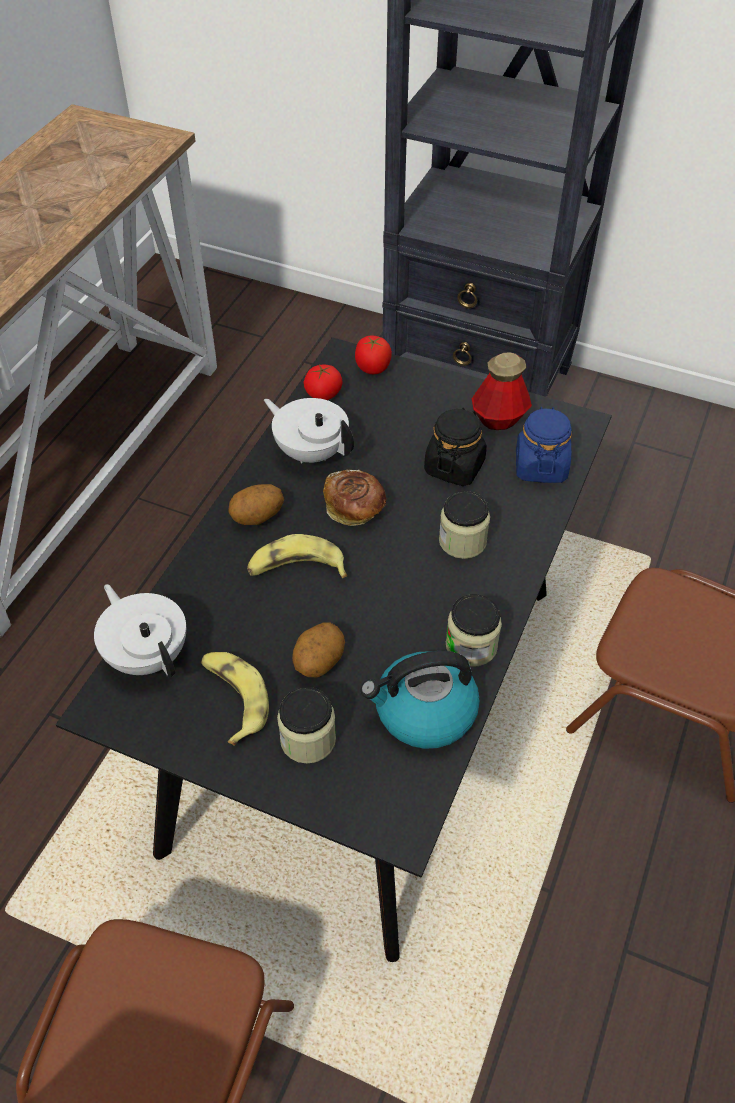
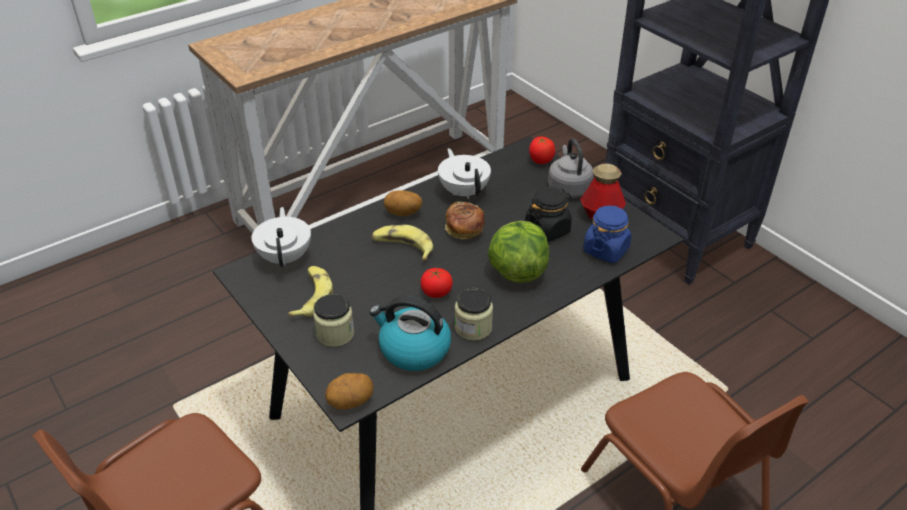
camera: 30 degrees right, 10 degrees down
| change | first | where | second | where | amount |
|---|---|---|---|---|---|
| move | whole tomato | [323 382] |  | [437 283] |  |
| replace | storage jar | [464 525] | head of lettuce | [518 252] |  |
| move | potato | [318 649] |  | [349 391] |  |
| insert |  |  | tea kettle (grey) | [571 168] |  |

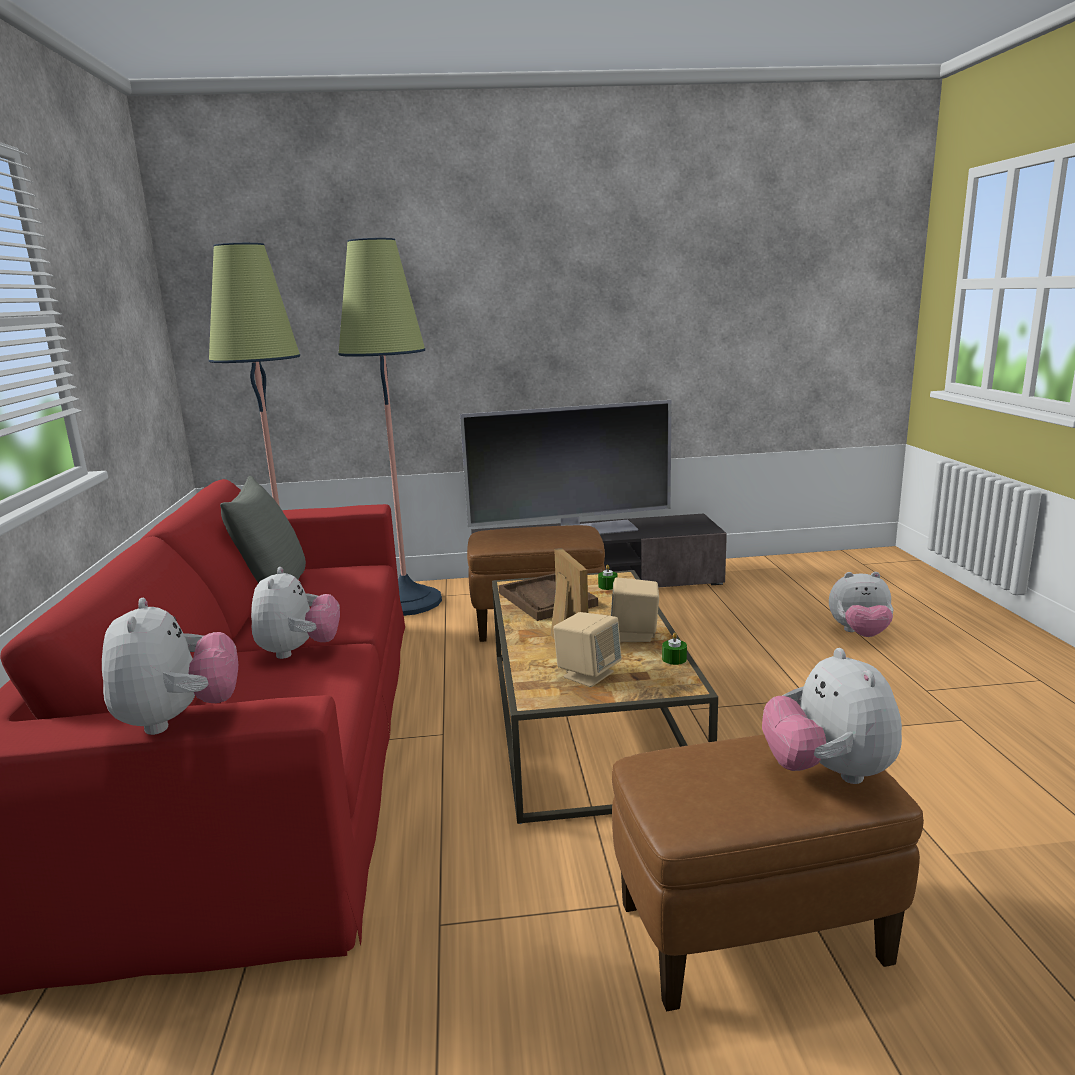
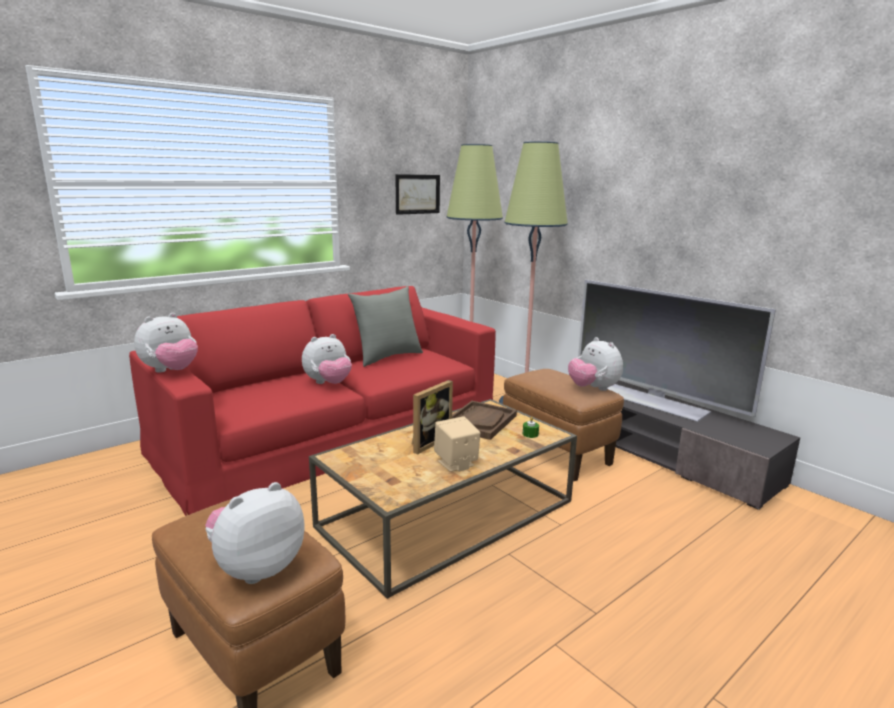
camera: 55 degrees right, 0 degrees up
| change | first | where | second | where | amount |
|---|---|---|---|---|---|
| move | cuddly toy | [861 604] |  | [595 364] |  |
| delete | speaker (beige-coloured) | [587 649] |  |  |  |
| delete | candle (green) | [674 649] |  |  |  |
| insert |  |  | wall picture | [417 194] |  |

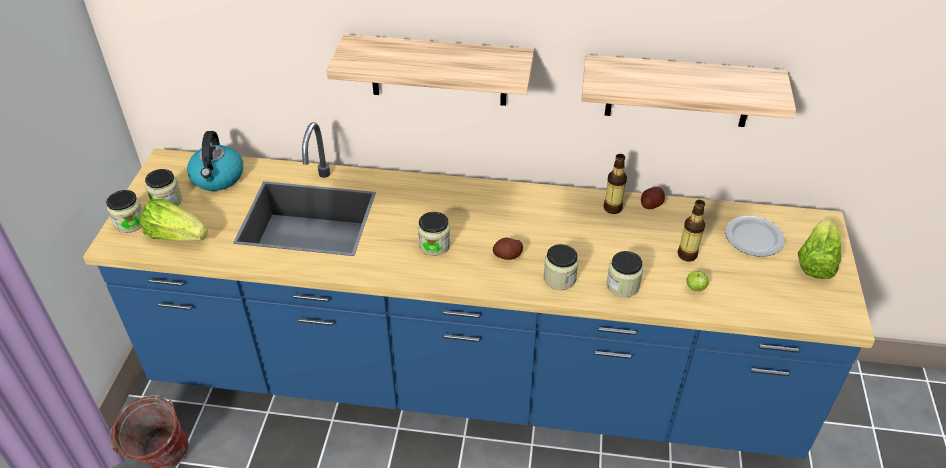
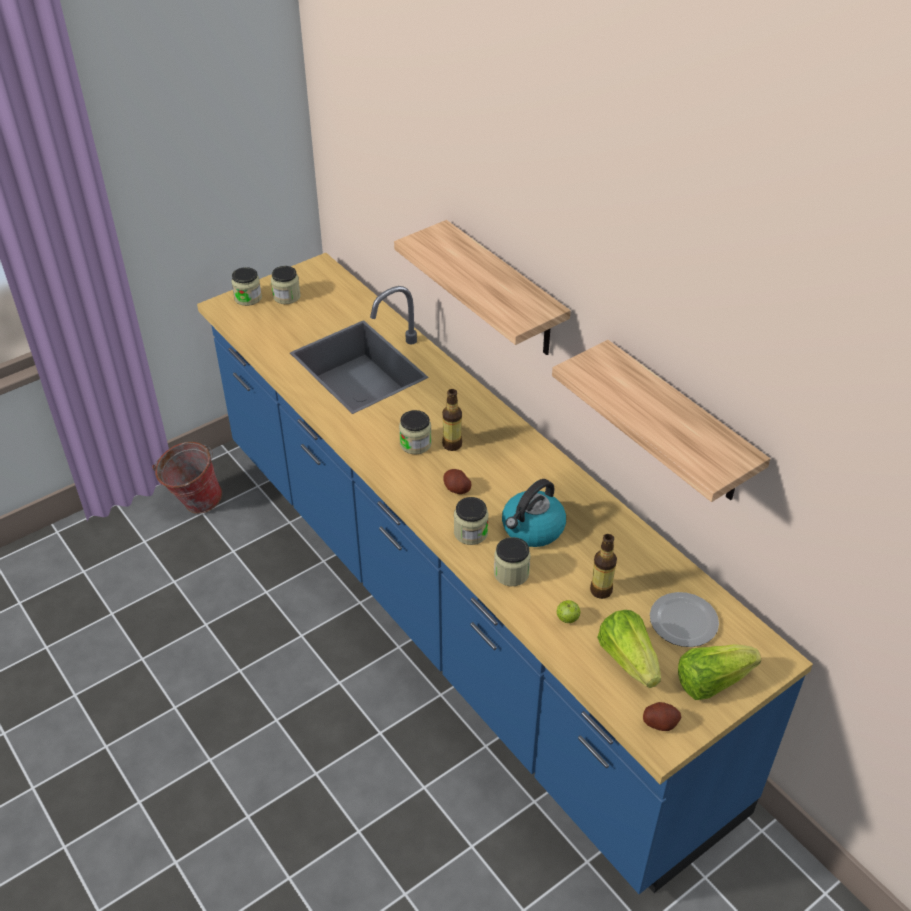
camera: 45 degrees right, 0 degrees up
| change | first | where | second | where | amount |
|---|---|---|---|---|---|
| move | tea kettle | [215 161] |  | [534 513] |  |
| move | bottle | [615 184] |  | [452 420] |  |
| move | potato | [653 198] |  | [662 716] |  |
| move | head of lettuce | [174 220] |  | [629 649] |  |

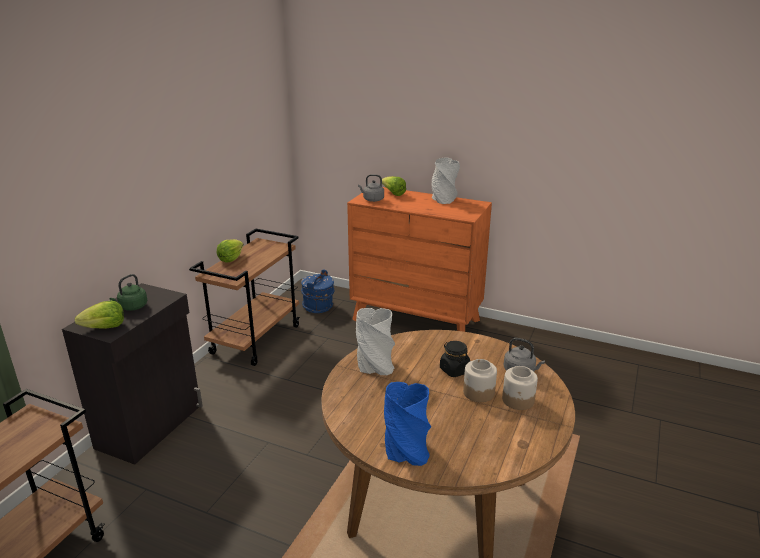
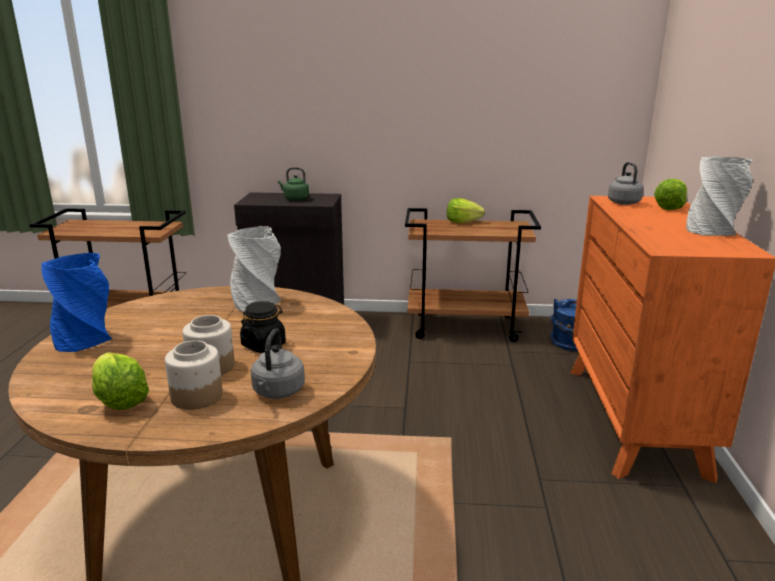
camera: 70 degrees right, 5 degrees down
| change | first | where | second | where | amount |
|---|---|---|---|---|---|
| move | head of lettuce | [99 315] |  | [120 381] |  |

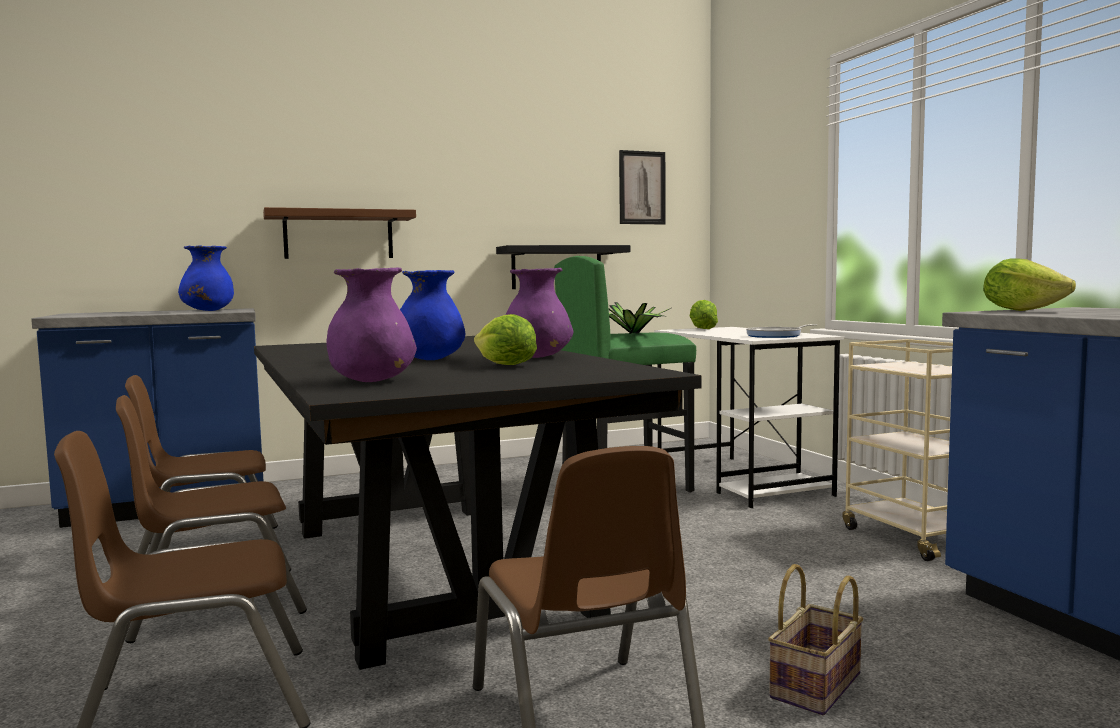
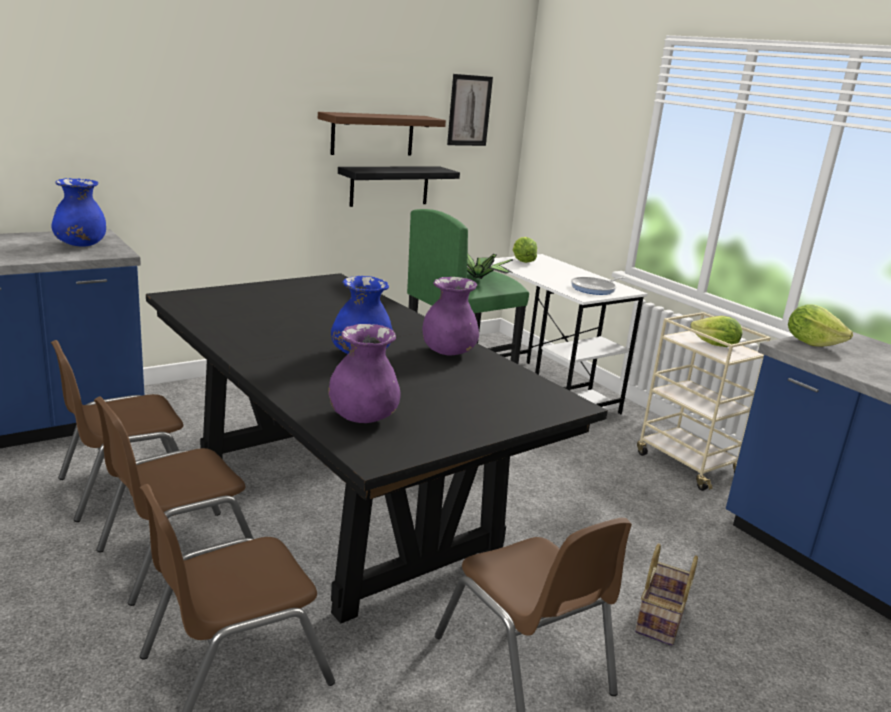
camera: 15 degrees left, 15 degrees up
| change | first | where | second | where | amount |
|---|---|---|---|---|---|
| move | bracket shelf (brown) | [339 233] |  | [382 133] |  |
| move | head of lettuce | [505 339] |  | [716 331] |  |

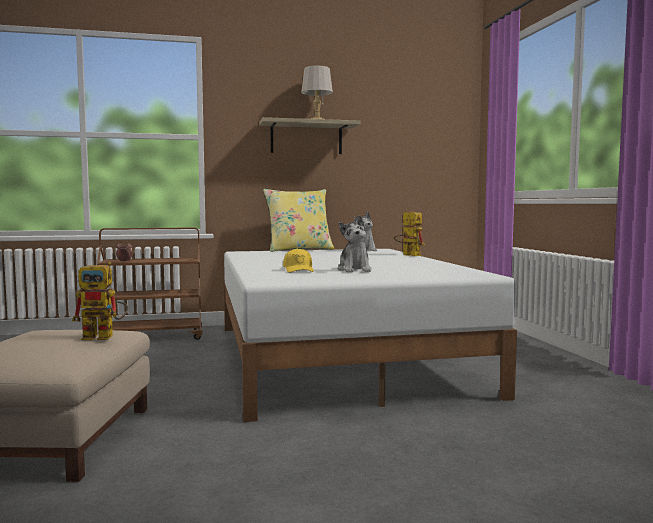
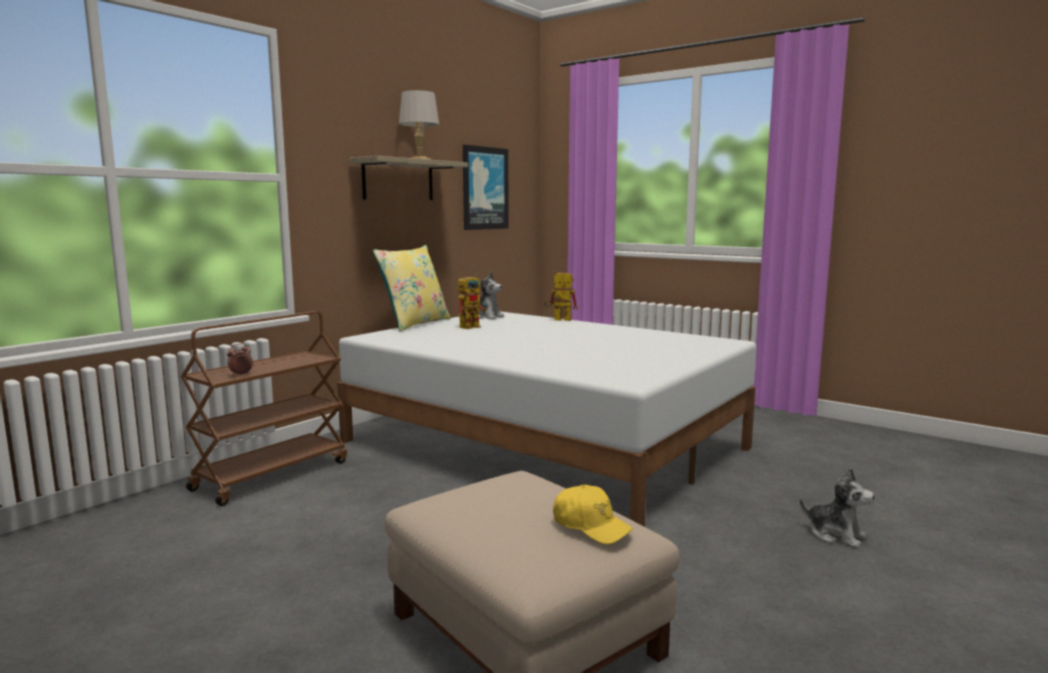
camera: 40 degrees left, 5 degrees up
| change | first | where | second | where | amount |
|---|---|---|---|---|---|
| move | cuddly toy | [354 243] |  | [836 508] |  |
| move | peaked cap (yellow) | [298 260] |  | [593 514] |  |
| move | model robot | [100 301] |  | [472 301] |  |
| insert |  |  | wall picture | [486 187] |  |

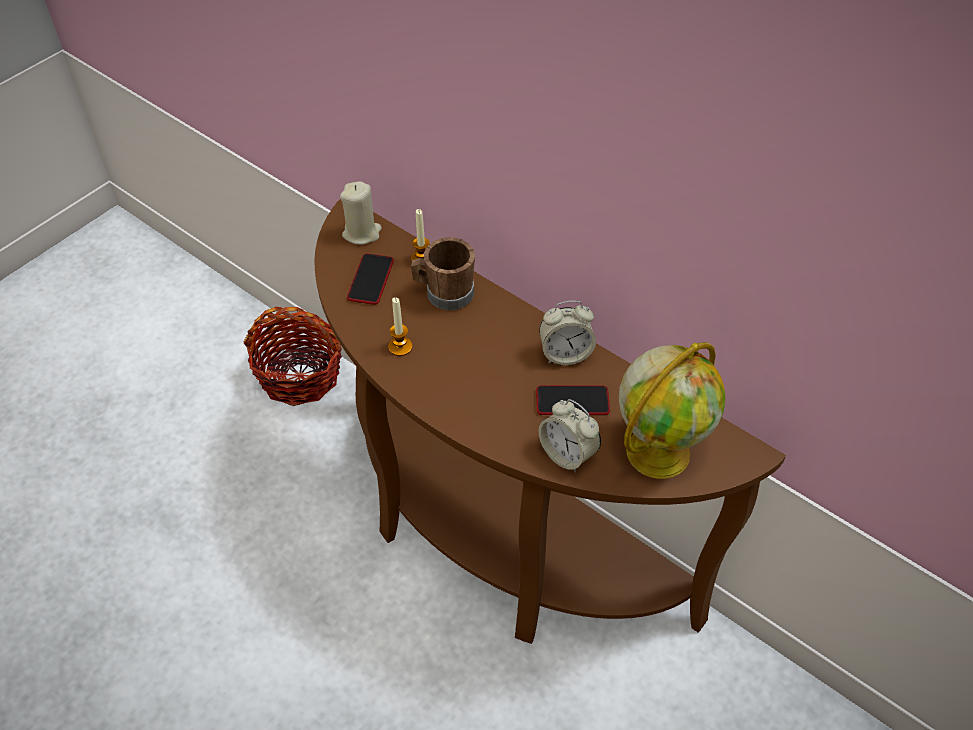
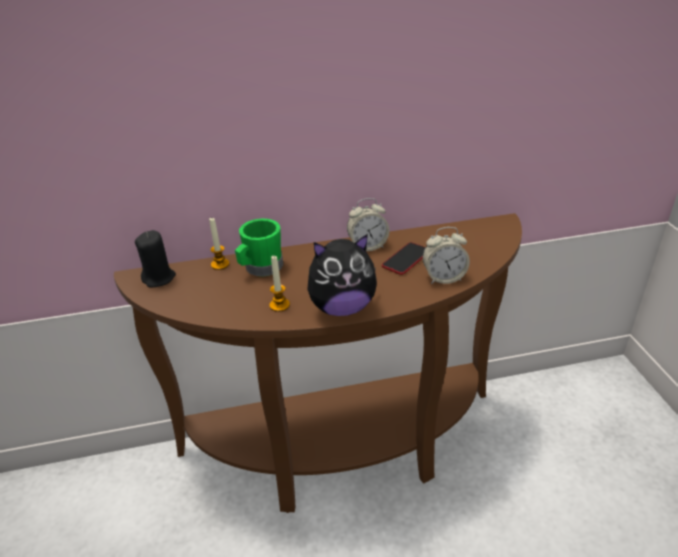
camera: 50 degrees left, 15 degrees down
| change | first | where | second | where | amount |
|---|---|---|---|---|---|
| recolor | candle (beige-coloured) | [361 213] | candle (black) | [155 258] |  |
| recolor | tea mug (brown) | [443 273] | tea mug (green) | [259 247] |  |
| delete | telephone | [370 279] |  |  |  |
| rotate | alarm clock | [567 333] |  | [368 224] | 45 degrees clockwise |
| delete | basket | [293 356] |  |  |  |
| delete | globe | [672 410] |  |  |  |
| insert |  |  | cuddly toy | [342 275] |  |

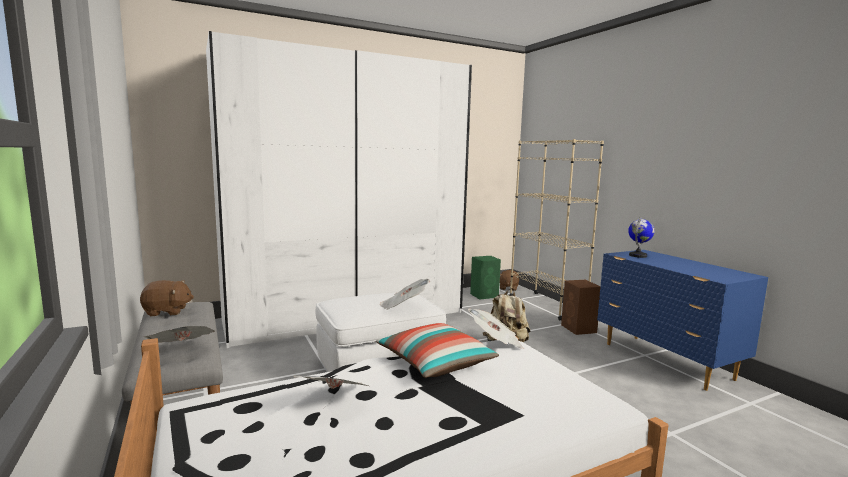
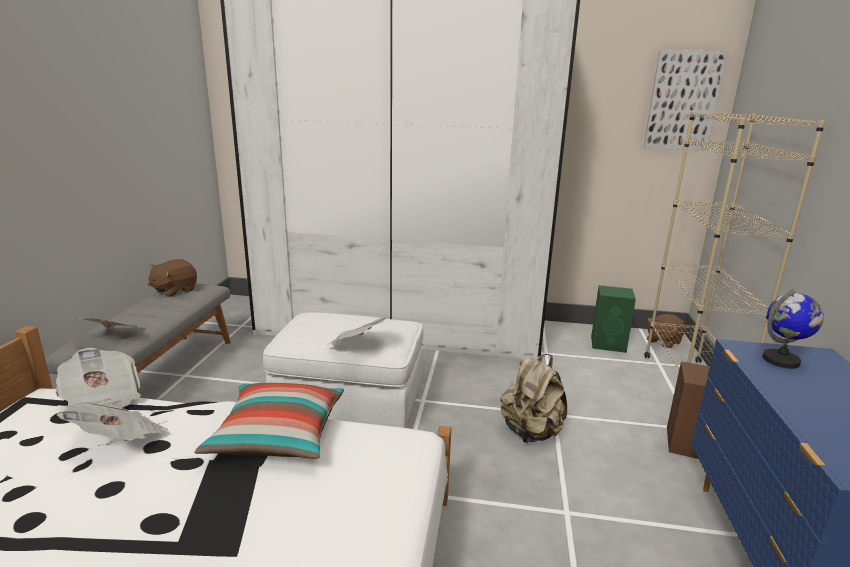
camera: 35 degrees right, 10 degrees up
| change | first | where | second | where | amount |
|---|---|---|---|---|---|
| rotate | cuddly toy (brown) | [167 298] |  | [172 278] | 105 degrees clockwise |
| move | daily paper | [496 328] |  | [98 377] |  |
| insert |  |  | wall picture | [686 100] |  |

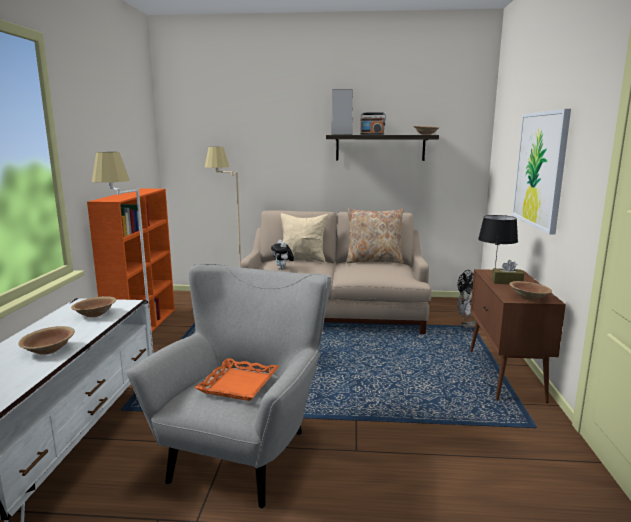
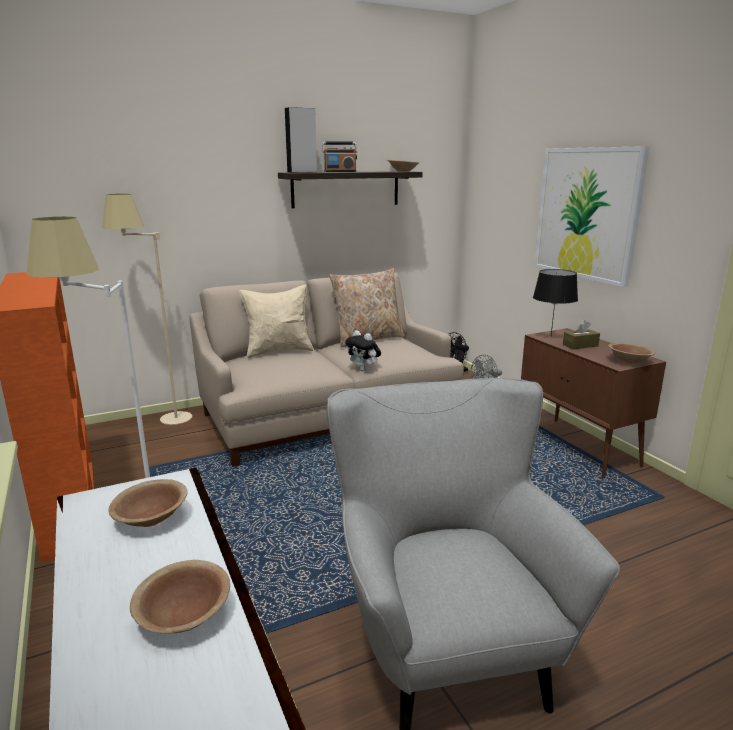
camera: 30 degrees left, 5 degrees up
| change | first | where | second | where | amount |
|---|---|---|---|---|---|
| move | cuddly toy | [282 255] |  | [363 350] |  |
| delete | carrying tray (orange-coloured) | [237 379] |  |  |  |

